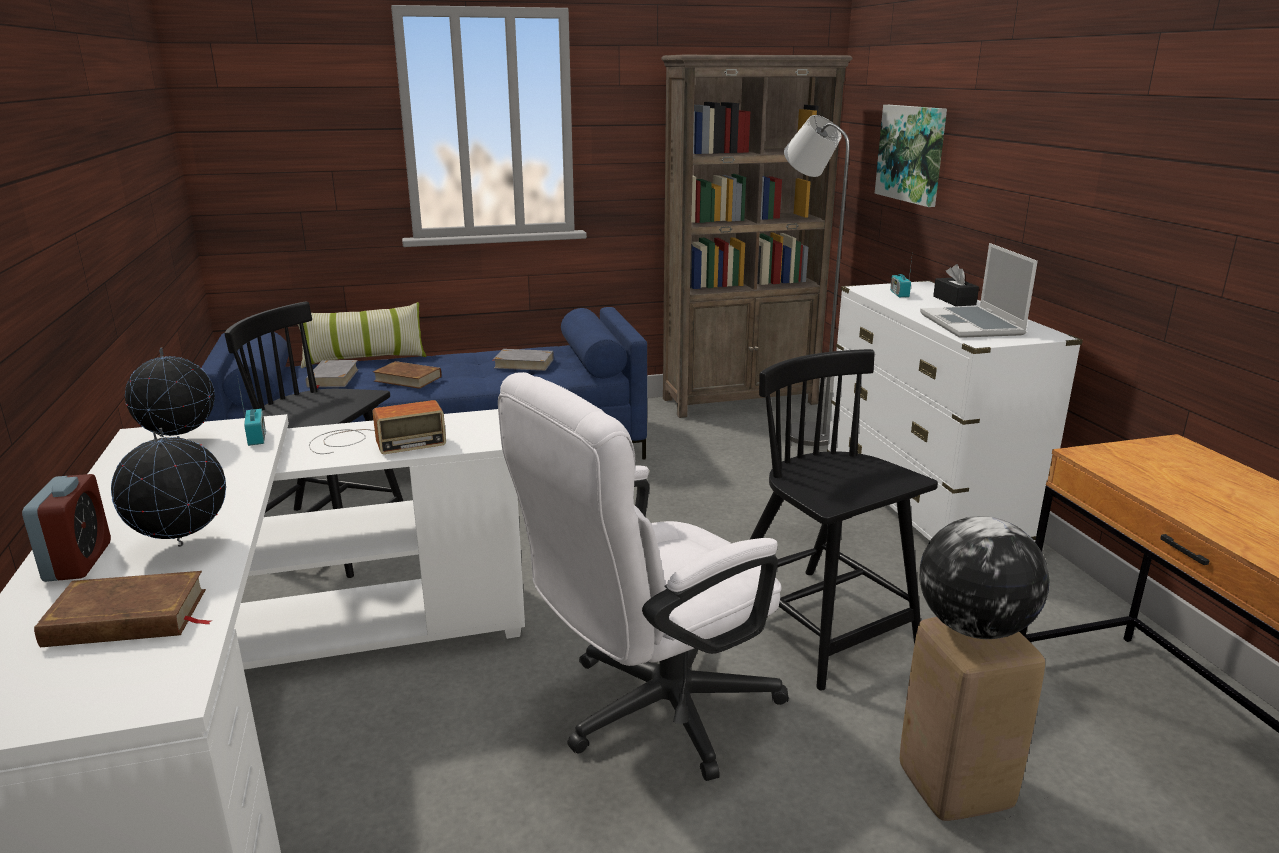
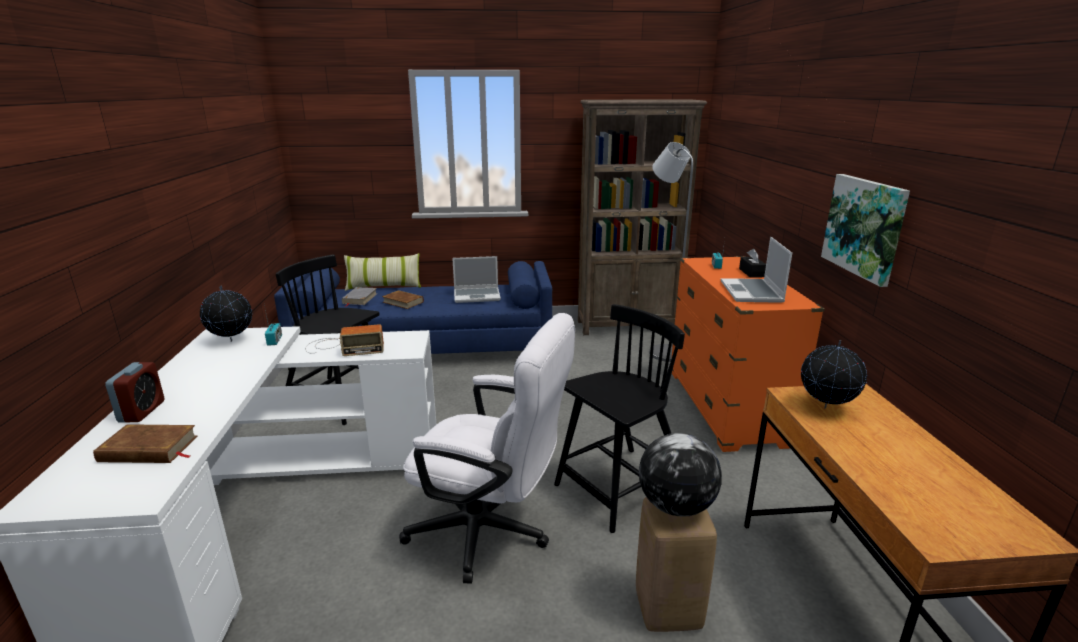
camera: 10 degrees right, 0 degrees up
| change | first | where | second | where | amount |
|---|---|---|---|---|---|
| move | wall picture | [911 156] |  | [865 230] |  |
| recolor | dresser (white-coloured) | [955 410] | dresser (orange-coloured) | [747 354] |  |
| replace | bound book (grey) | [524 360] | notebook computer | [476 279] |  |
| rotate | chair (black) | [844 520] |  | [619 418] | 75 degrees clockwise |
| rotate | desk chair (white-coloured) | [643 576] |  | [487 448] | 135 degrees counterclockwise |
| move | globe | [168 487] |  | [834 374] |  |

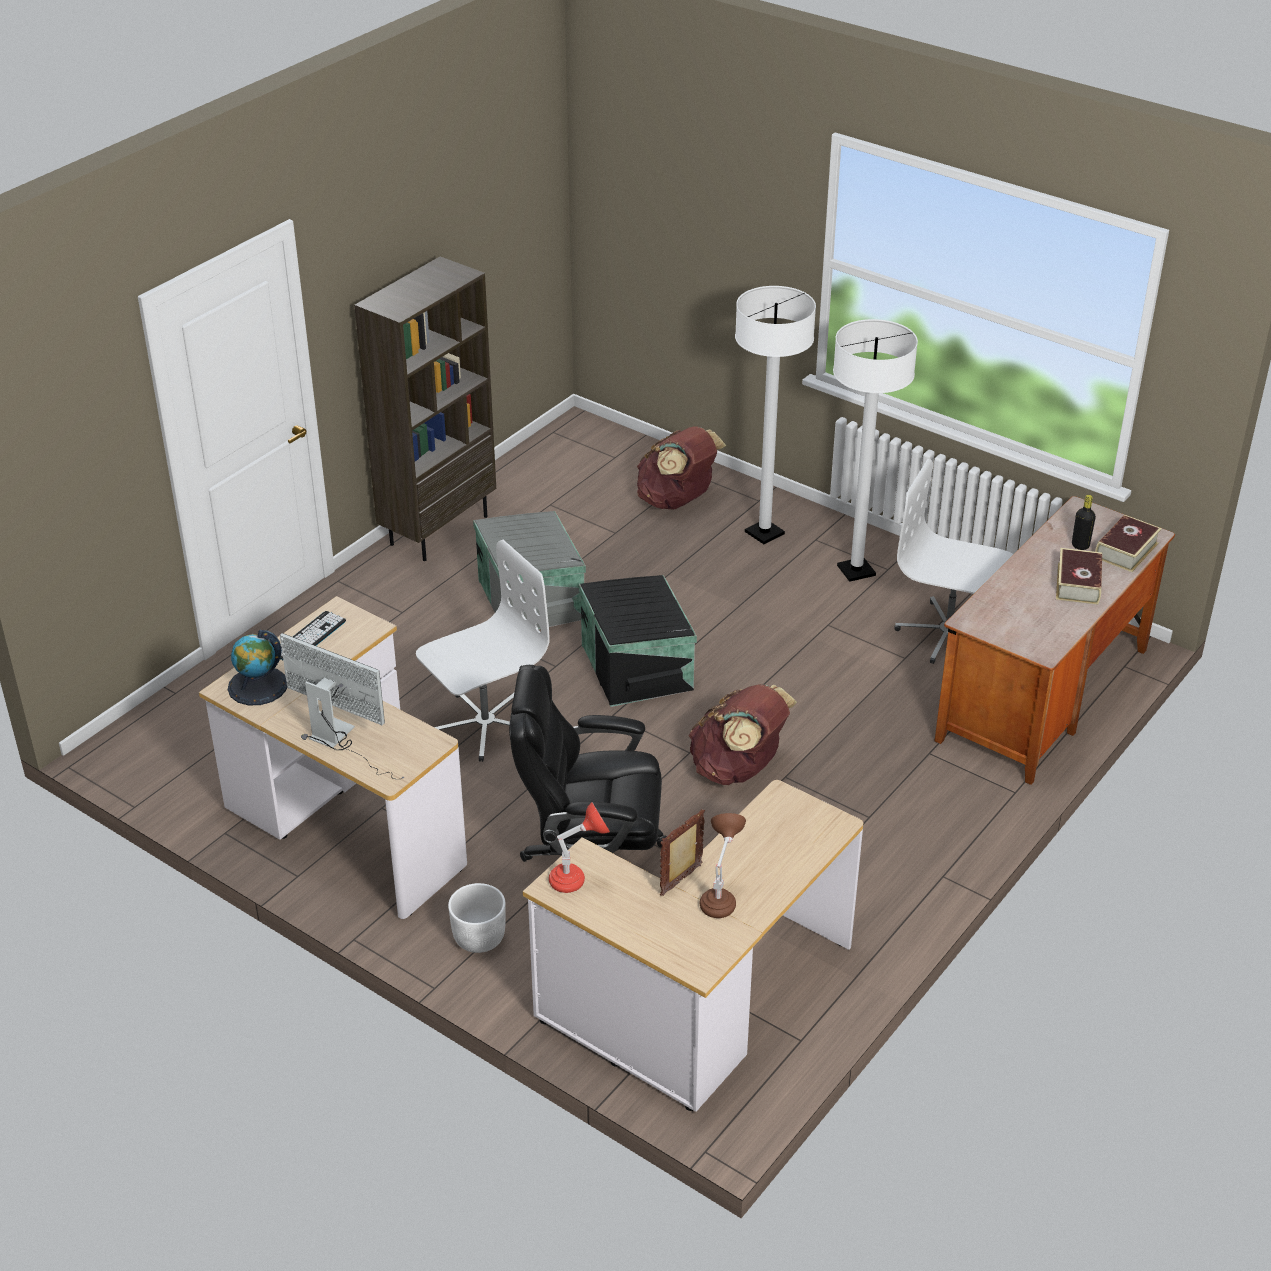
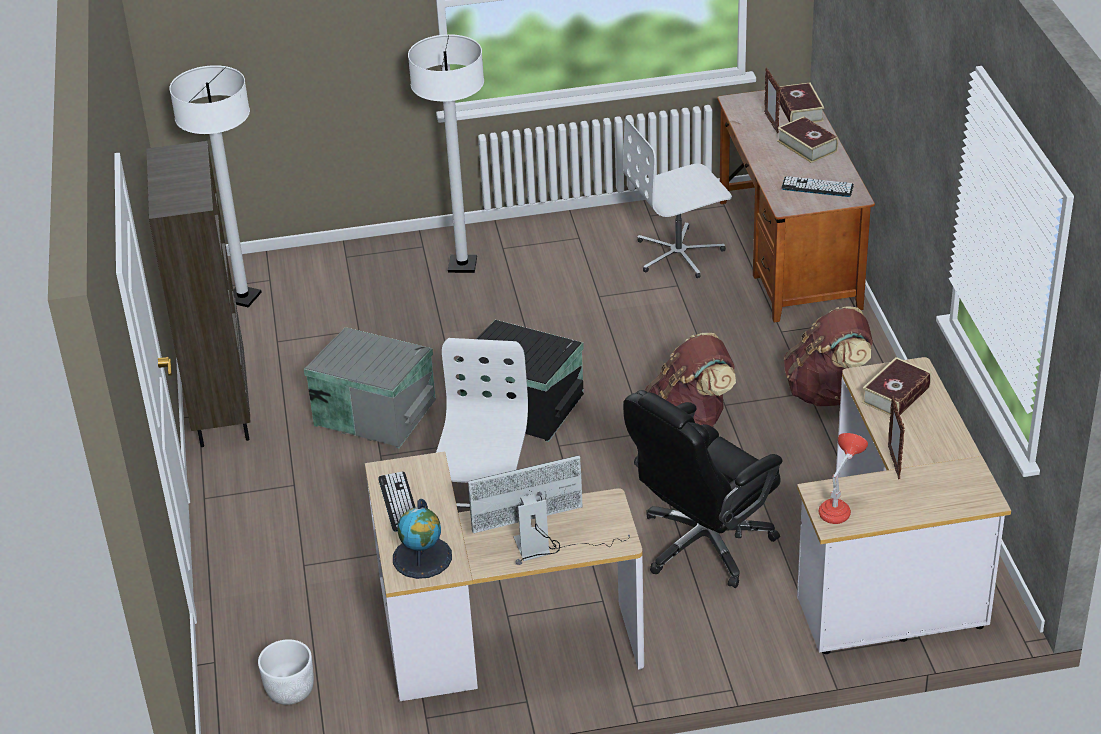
camera: 45 degrees left, 0 degrees up
| change | first | where | second | where | amount |
|---|---|---|---|---|---|
| move | standing lamp (white-coloured) | [875 450] |  | [215 186] |  |
| move | knapsack (brown) | [682 467] |  | [828 356] |  |
| replace | bottle (black) | [1084 522] | standing frame | [772 100] |  |
| delete | table lamp (brown) | [723 865] |  |  |  |
| move | flower pot (white-coloured) | [477 918] |  | [286 672] |  |
| insert |  |  | keyboard | [818 186] |  |
| insert |  |  | bound book | [896 386] |  |

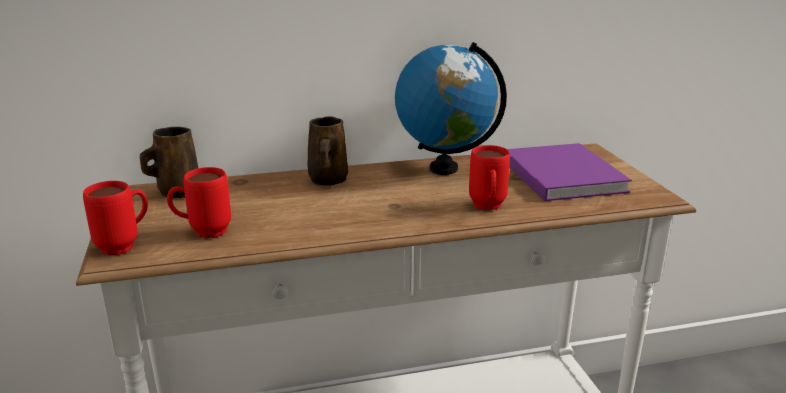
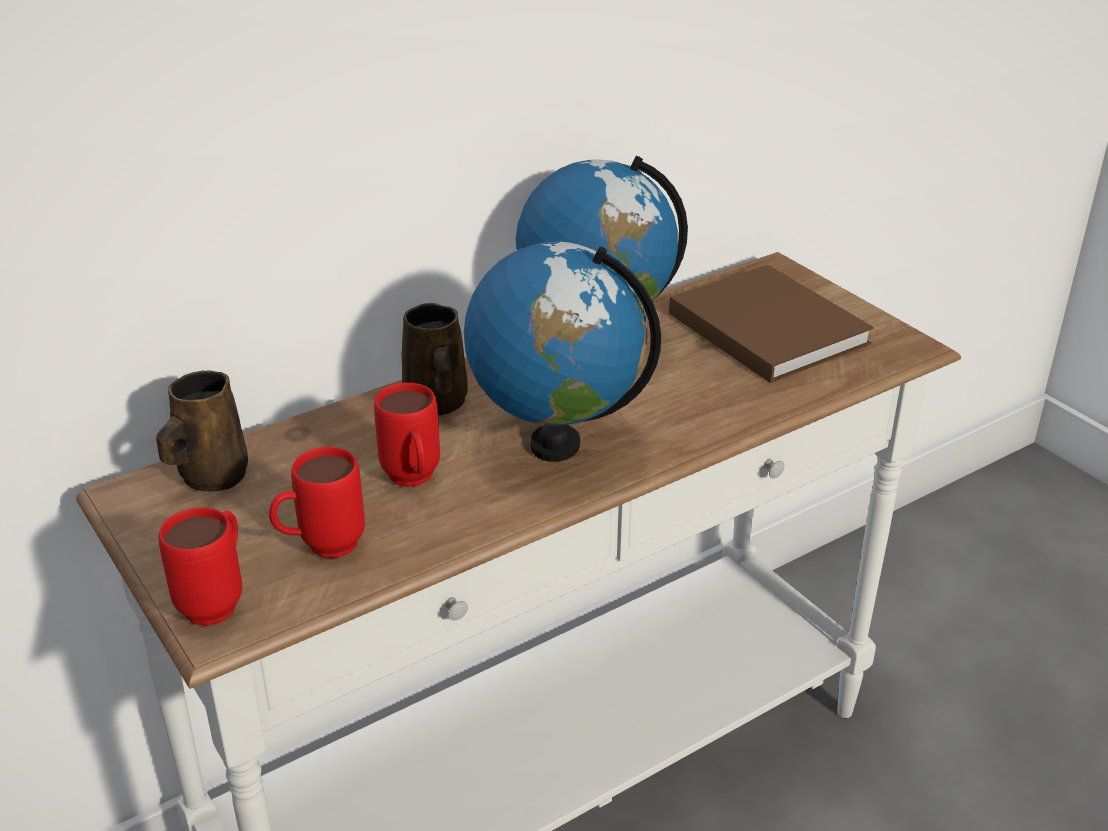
camera: 20 degrees left, 10 degrees up
| change | first | where | second | where | amount |
|---|---|---|---|---|---|
| recolor | bound book (purplish) | [569 172] | bound book (brown) | [771 324] |  |
| move | tea mug (reddish) | [489 177] |  | [407 435] |  |
| insert |  |  | globe | [562 352] |  |

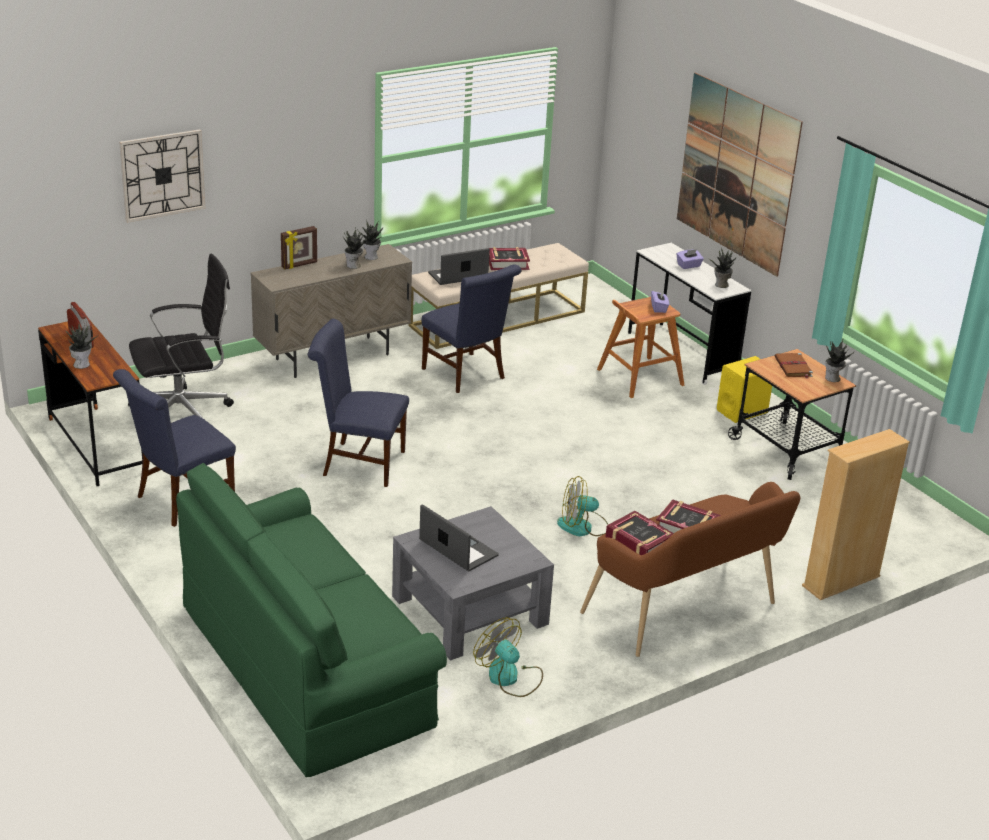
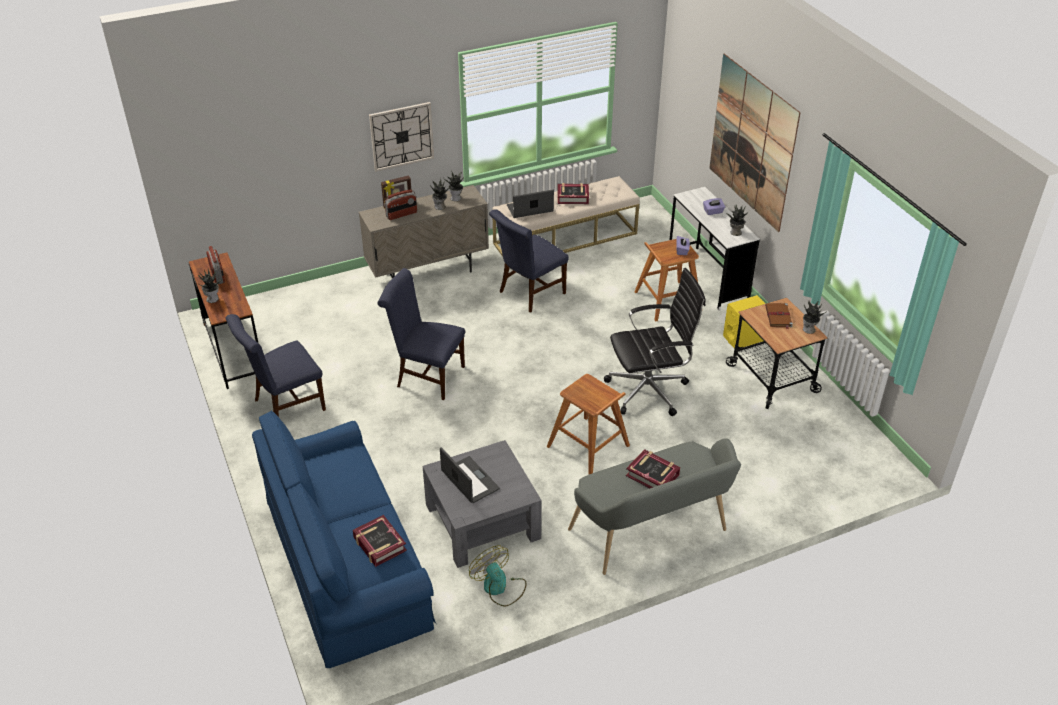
camera: 10 degrees right, 10 degrees up
| change | first | where | second | where | amount |
|---|---|---|---|---|---|
| move | clock on the wall | [162 176] |  | [401 137] |  |
| move | desk chair (black) | [181 336] |  | [654 342] |  |
| rotate | chair (bluish) | [471 328] |  | [529 261] | 75 degrees clockwise |
| delete | shelving unit (beige-coloured) | [856 514] |  |  |  |
| recolor | couch (green) | [311 620] | couch (bluish) | [344 539] |  |
| replace | electric fan | [583 506] | stool seat (brown) | [588 424] |  |
| recolor | bench (brown) | [690 569] | bench (grey) | [654 506] |  |
| move | bound book | [640 533] |  | [380 541] |  |
| insert |  |  | radio | [400 204] |  |

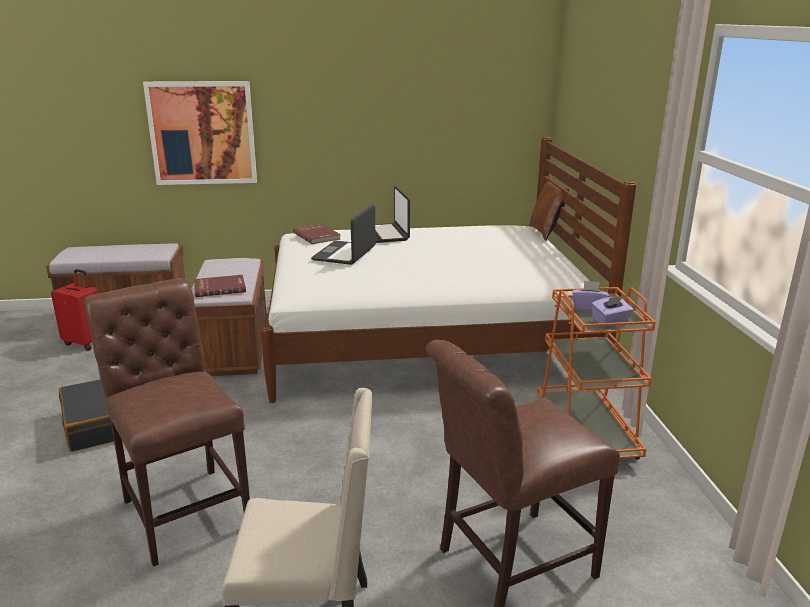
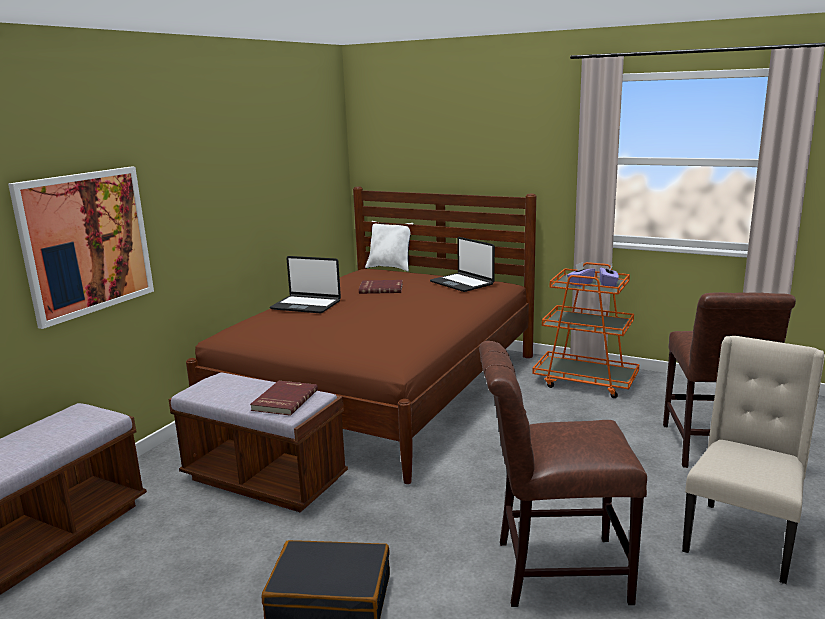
camera: 55 degrees left, 5 degrees down
| change | first | where | second | where | amount |
|---|---|---|---|---|---|
| recolor | bed (white-coloured) | [448 269] | bed (brown) | [361 335] |  |
| recolor | pillow (brown) | [549 209] | pillow (white-coloured) | [389 246] |  |
| move | notebook computer | [343 234] |  | [462 264] |  |
| move | bound book (reddish) | [317 234] |  | [381 287] |  |
| delete | piece of luggage (reddish) | [74 310] |  |  |  |

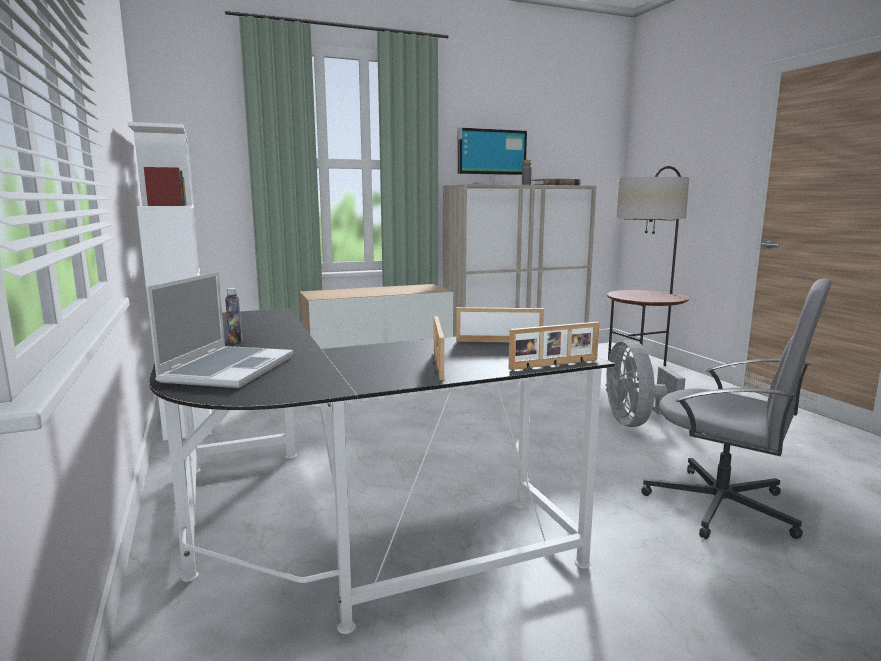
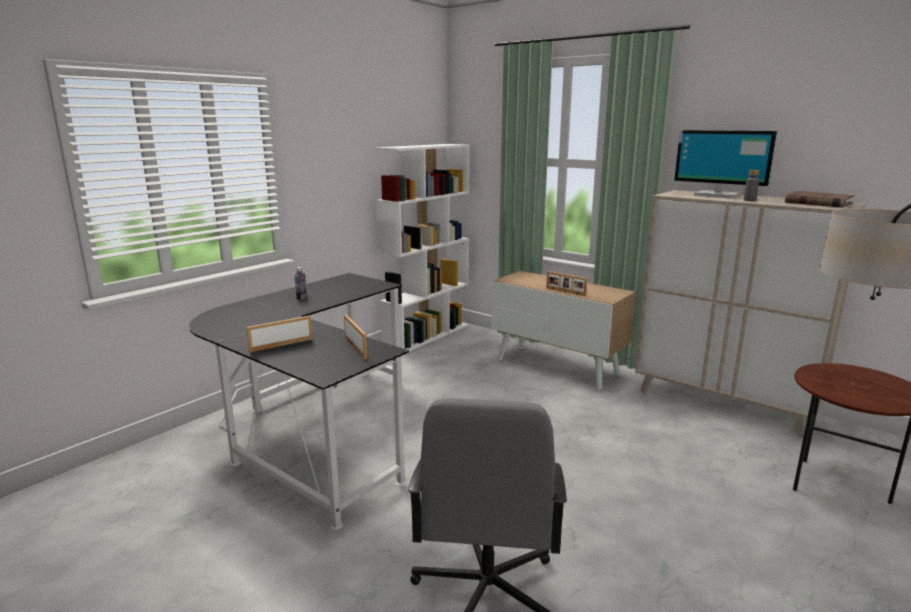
camera: 60 degrees right, 5 degrees up
| change | first | where | second | where | amount |
|---|---|---|---|---|---|
| delete | notebook computer | [220 330] |  |  |  |
| move | standing frame | [554 346] |  | [566 283] |  |
| delete | electric fan (grey) | [645 383] |  |  |  |

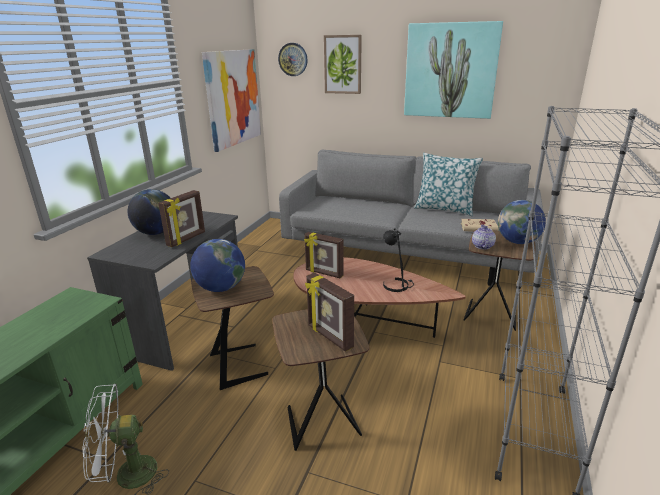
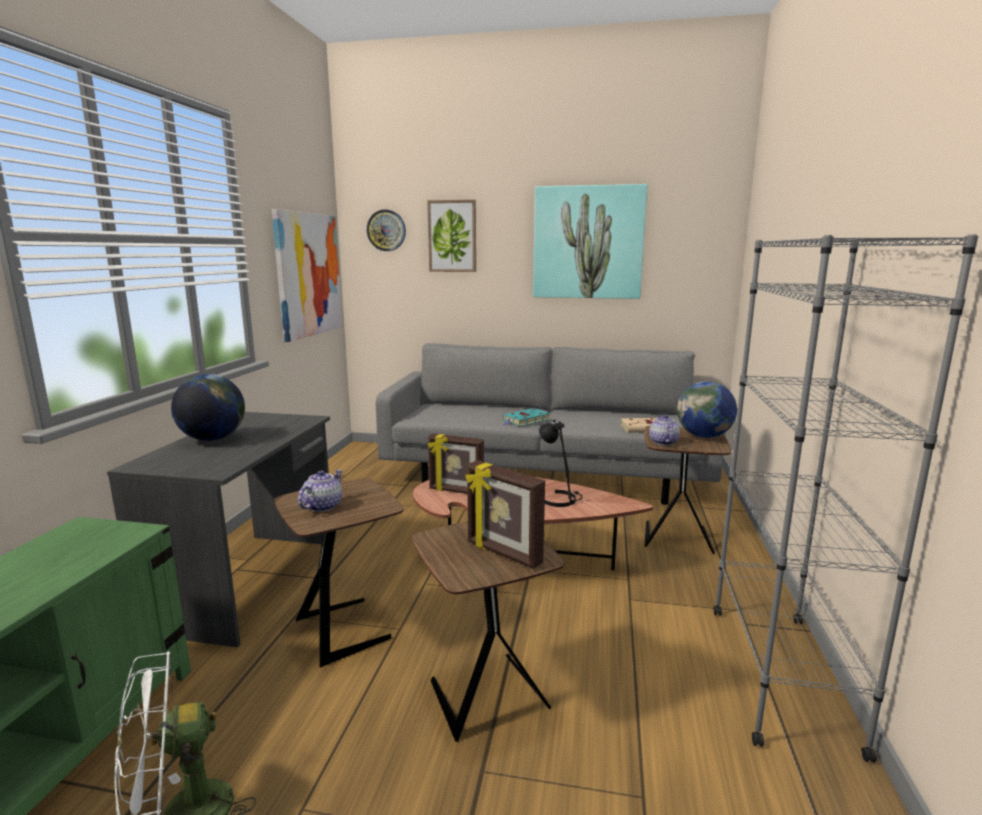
camera: 10 degrees left, 10 degrees down
| change | first | where | second | where | amount |
|---|---|---|---|---|---|
| delete | pillow | [448 184] |  |  |  |
| delete | standing frame | [181 218] |  |  |  |
| replace | globe | [217 265] | teapot | [320 491] |  |
| insert |  |  | bound book (blue-green) | [526 417] |  |

